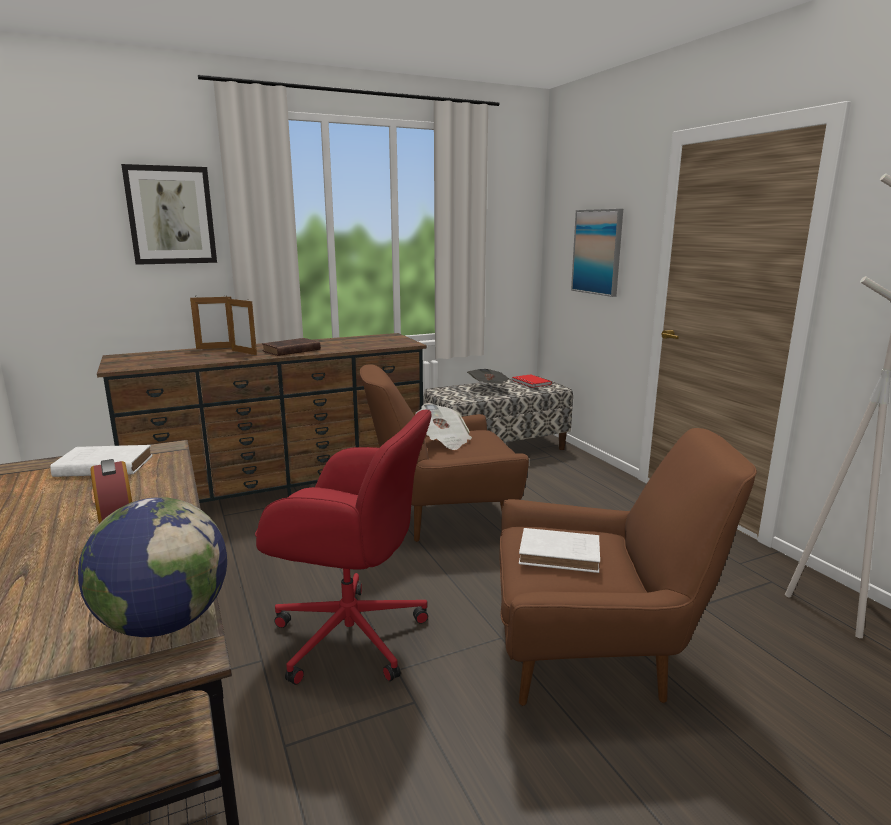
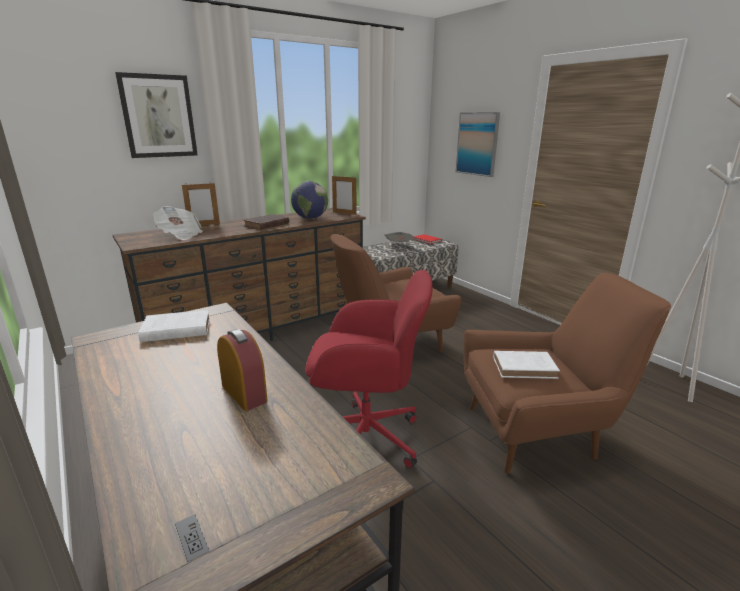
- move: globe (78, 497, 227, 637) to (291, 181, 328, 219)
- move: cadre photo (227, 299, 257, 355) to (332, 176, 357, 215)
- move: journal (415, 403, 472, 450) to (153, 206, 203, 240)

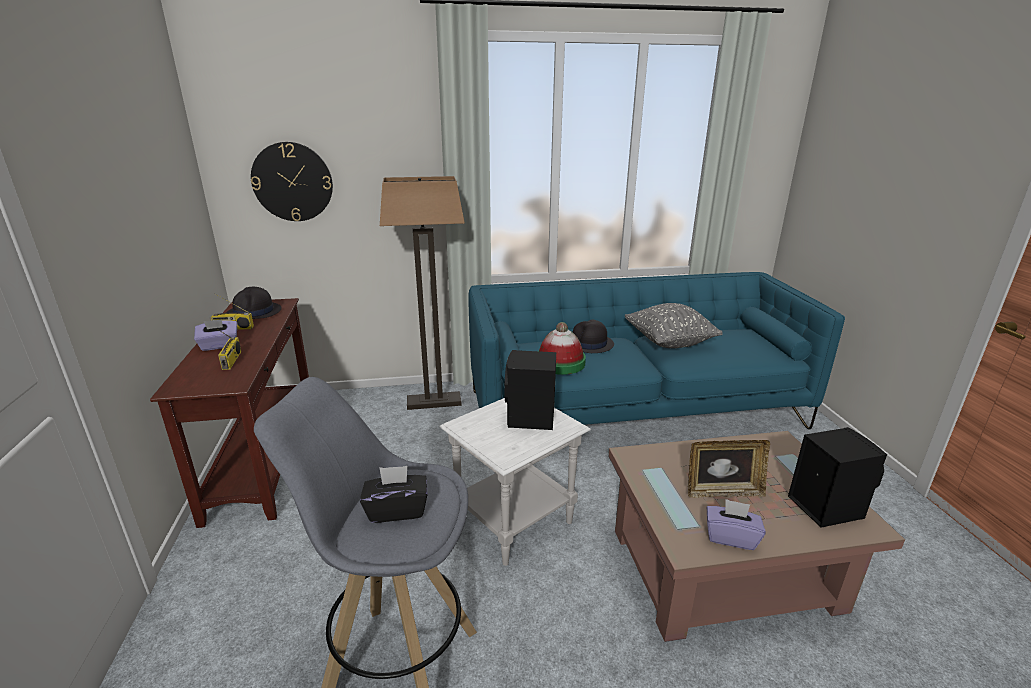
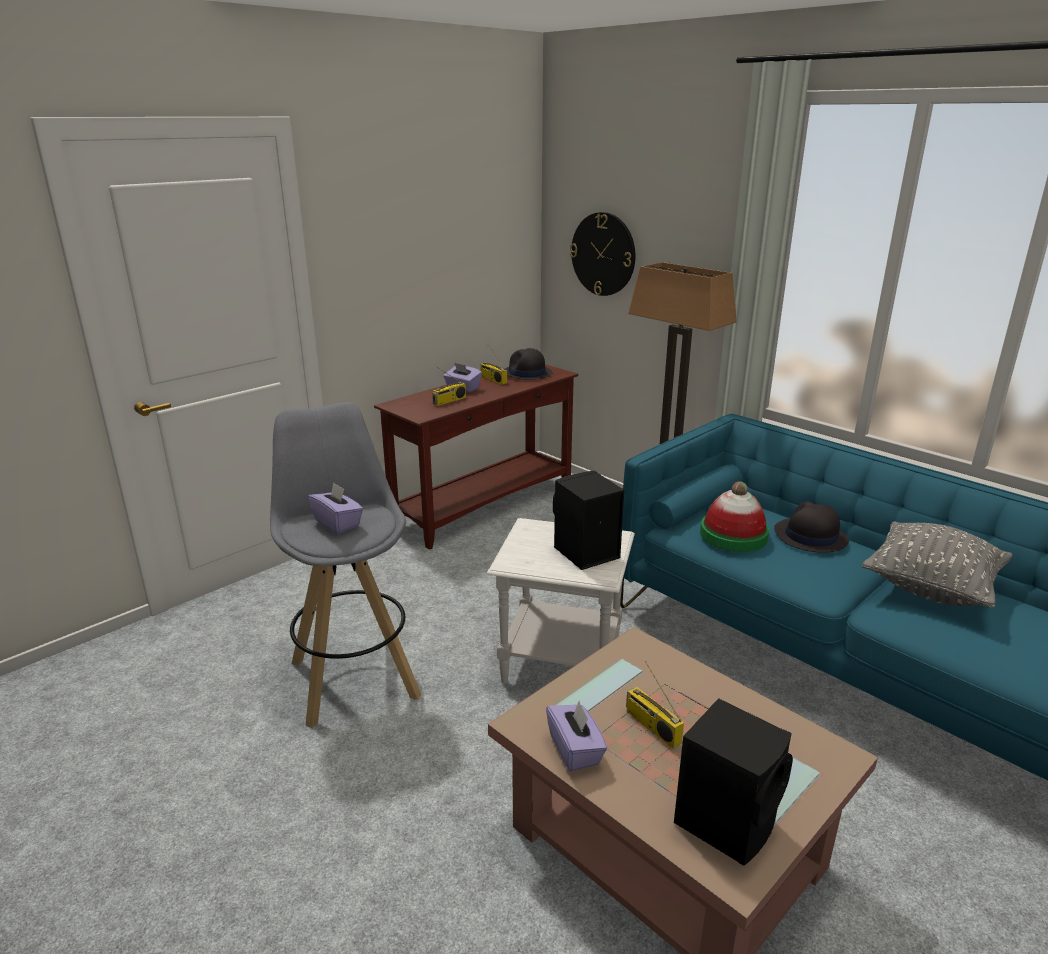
- replace: cadre photo (688, 440, 770, 498) to radio (626, 661, 684, 749)
- recolor: boîte à mouchoirs [noir] (360, 466, 427, 523) to boîte à mouchoirs [violet] (308, 482, 363, 534)

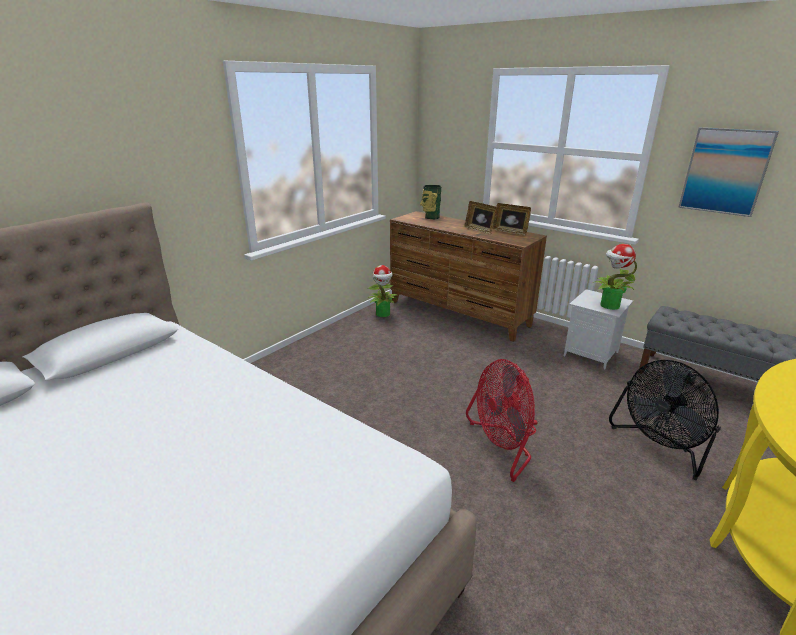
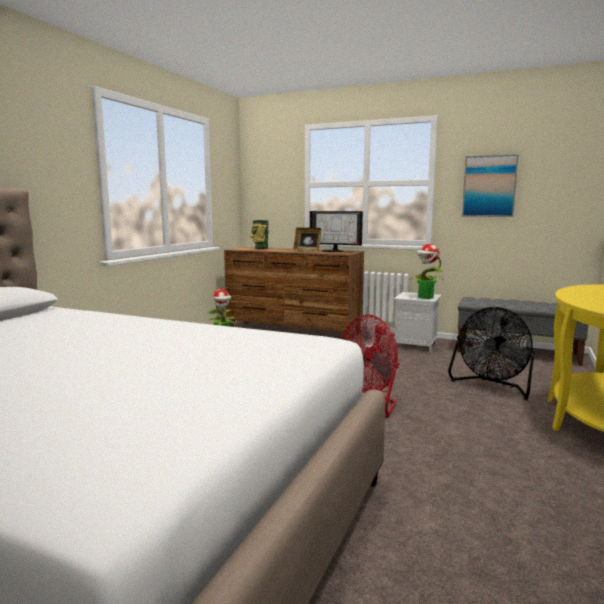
- replace: cadre photo (493, 203, 531, 236) to écran d'ordinateur (310, 211, 363, 252)

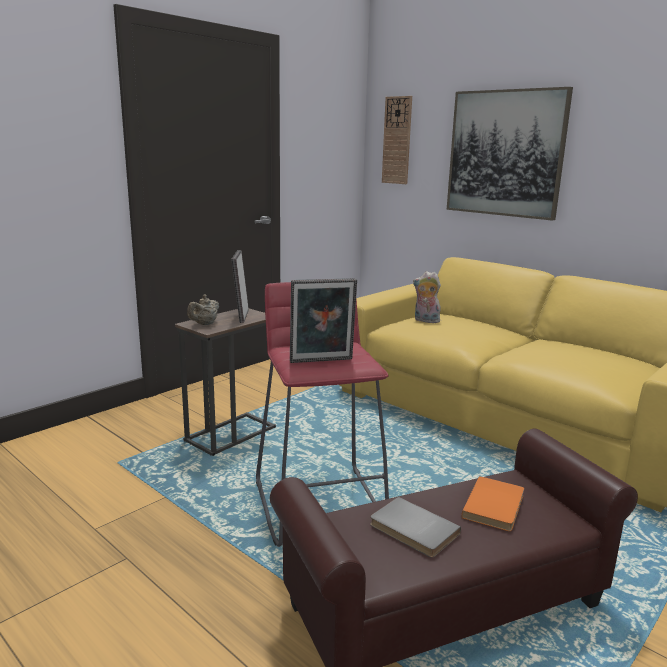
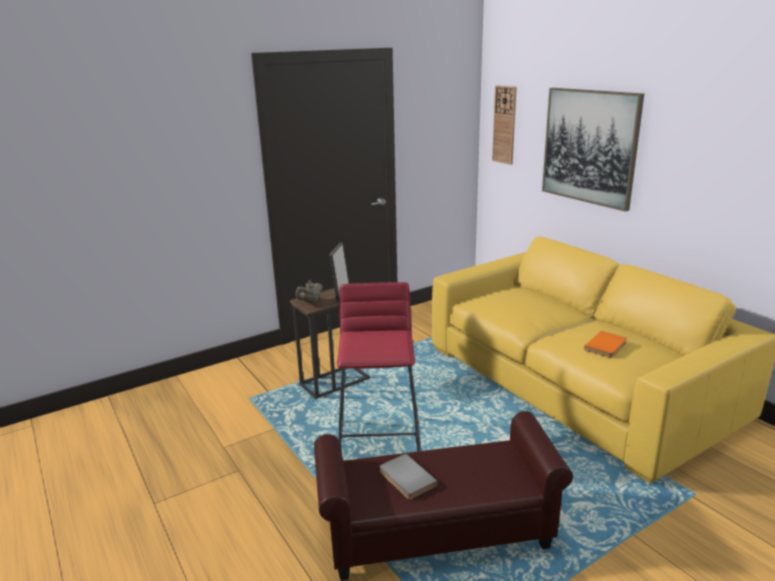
- delete: cadre photo (290, 278, 357, 363)
- delete: peluche (413, 271, 441, 323)
- move: livre [orange] (462, 476, 524, 531) to (584, 331, 627, 358)

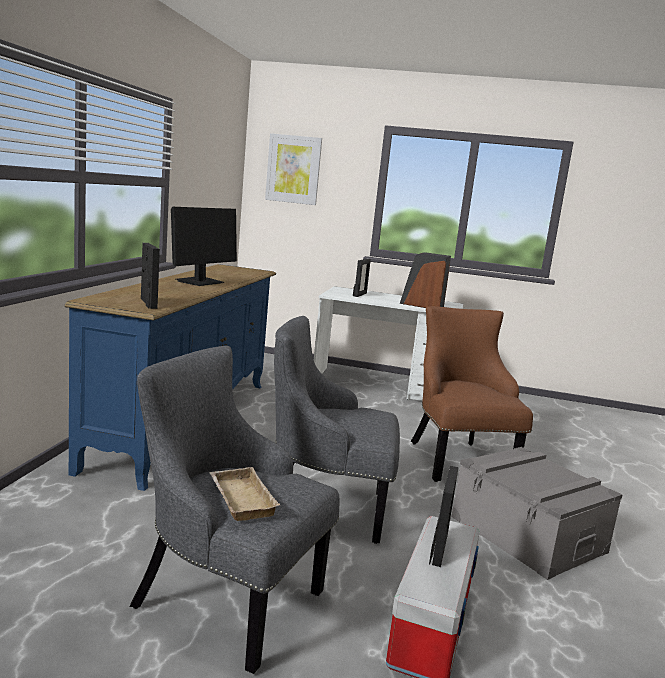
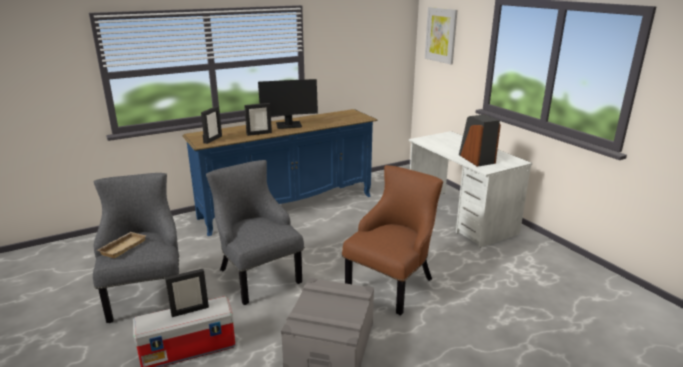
- move: cadre photo (353, 259, 371, 297) to (244, 103, 272, 136)

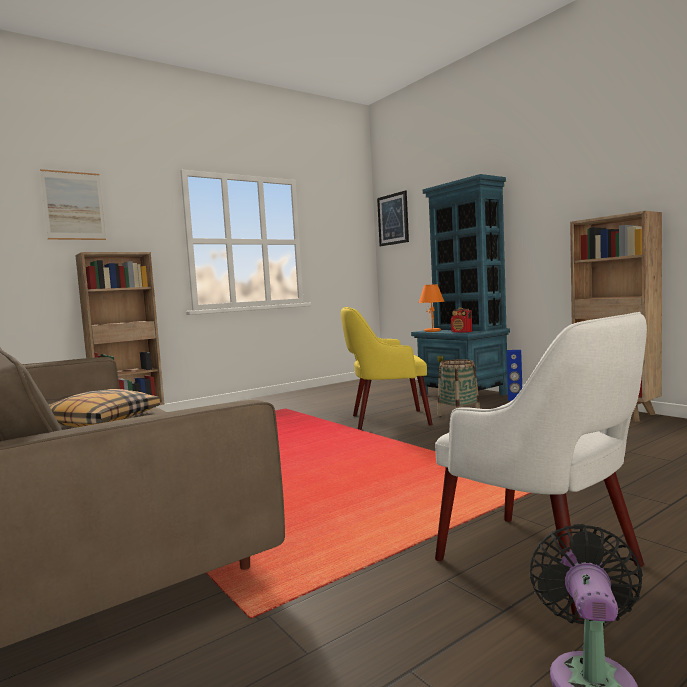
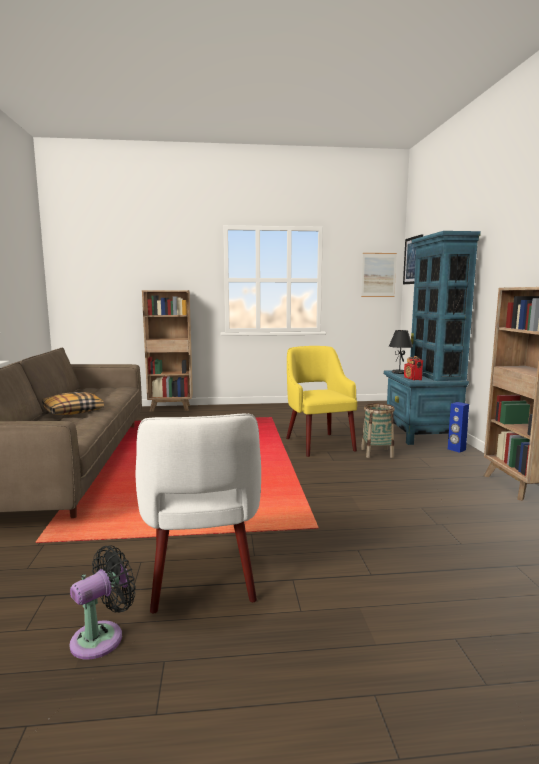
- move: tableau (40, 169, 106, 240) to (361, 253, 397, 297)
- recolor: lampe de table [orange] (419, 284, 445, 332) to lampe de table [noir] (389, 330, 413, 374)
- rotate: fauteuil [jaune] (341, 307, 433, 430) = (286, 346, 357, 457) 45 degrees clockwise

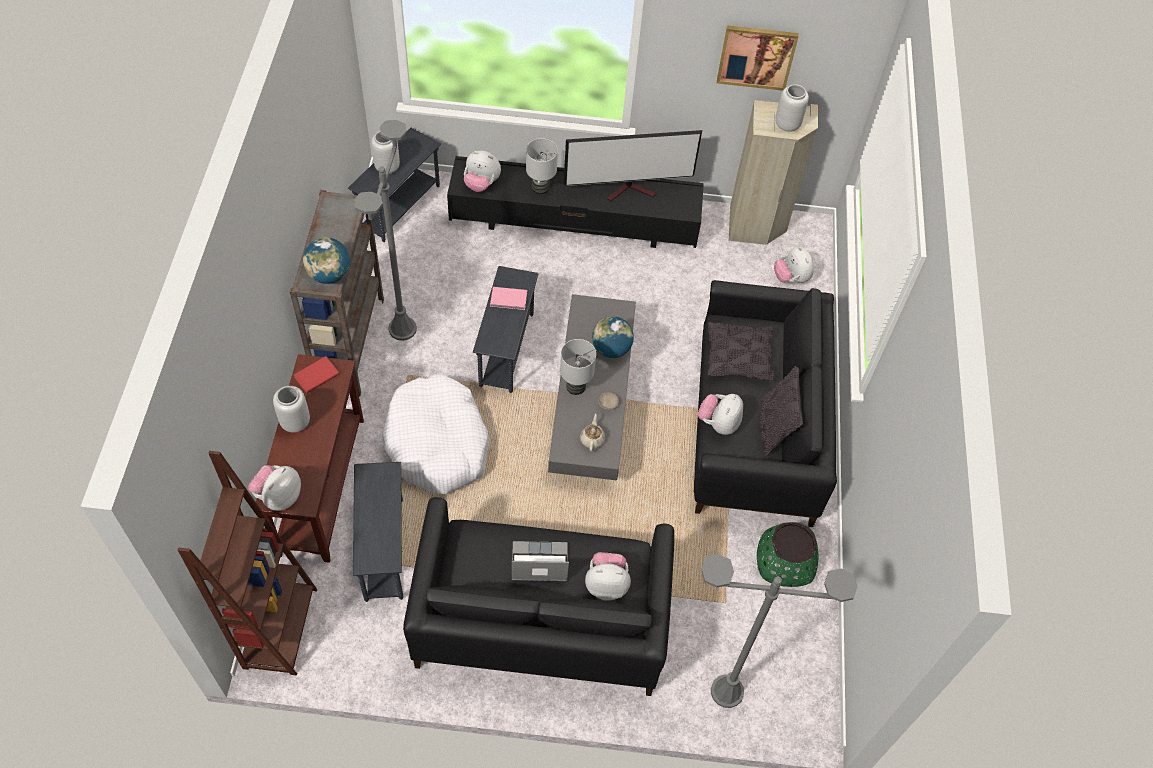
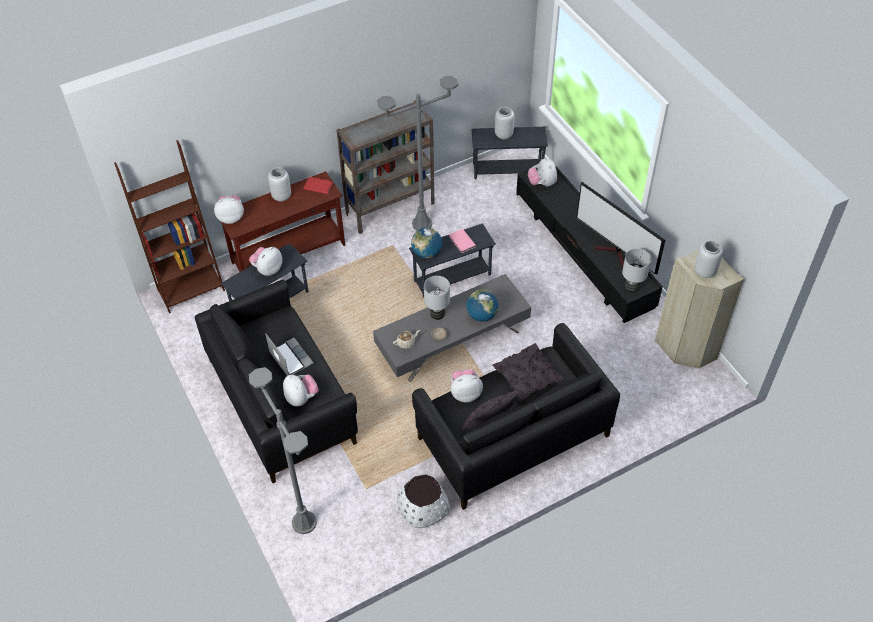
- delete: panier pour chien [blanc] (382, 374, 490, 494)
- delete: tableau (717, 25, 799, 91)
- move: globe (303, 237, 350, 284) to (411, 227, 442, 259)
- move: lampe de table [gris] (526, 138, 558, 194) to (622, 248, 651, 292)
- move: peluche (774, 247, 814, 283) to (249, 247, 282, 276)
- recolor: cache-pot [vert] (757, 522, 818, 587) to cache-pot [blanc] (397, 474, 450, 528)

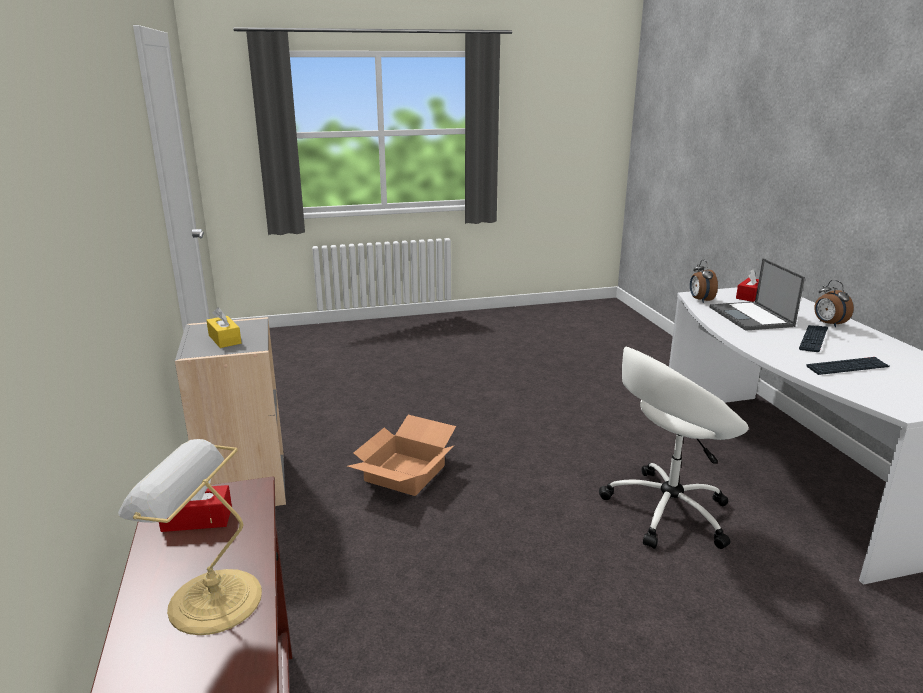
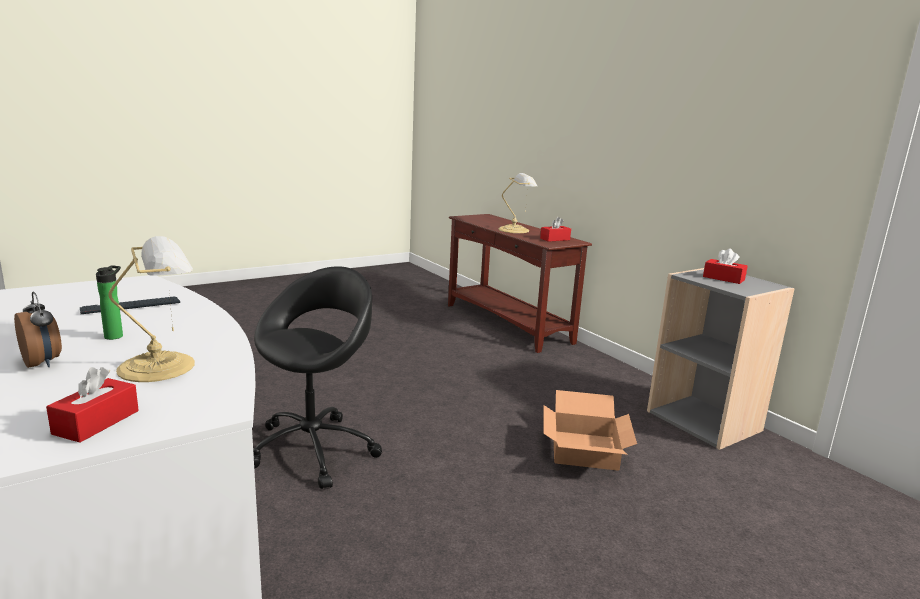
- delete: réveil (690, 259, 718, 303)
- replace: ordinateur portable (710, 258, 805, 331) to lampe de table (108, 236, 195, 382)
- replace: clavier (799, 325, 828, 352) to bouteille (96, 265, 123, 340)
- recolor: boîte à mouchoirs [jaune] (206, 307, 241, 348) to boîte à mouchoirs [rouge] (703, 248, 748, 284)
- recolor: chaise de bureau [blanc] (599, 347, 749, 549) to chaise de bureau [noir] (253, 266, 382, 489)

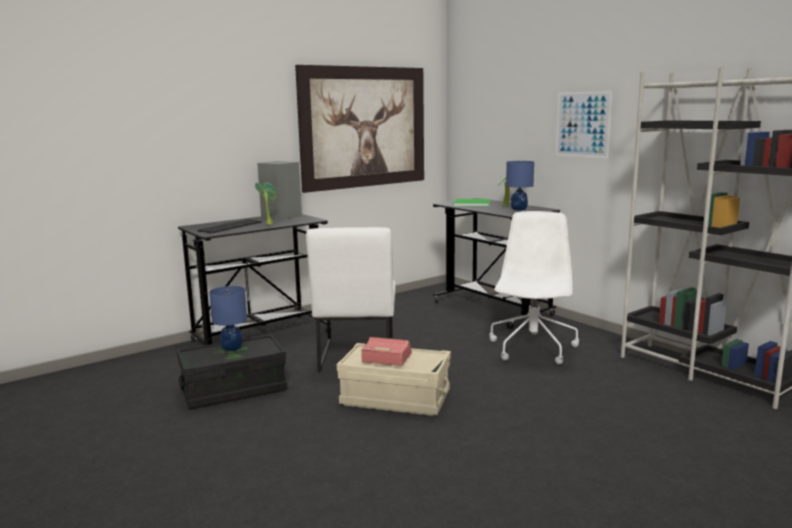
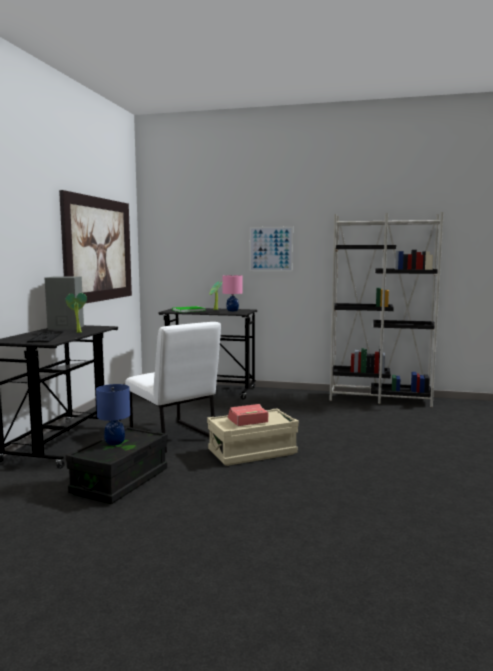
- delete: chaise de bureau [blanc] (489, 211, 579, 365)
- recolor: lampe de table [bleu] (506, 161, 534, 211) to lampe de table [rose] (222, 275, 243, 312)

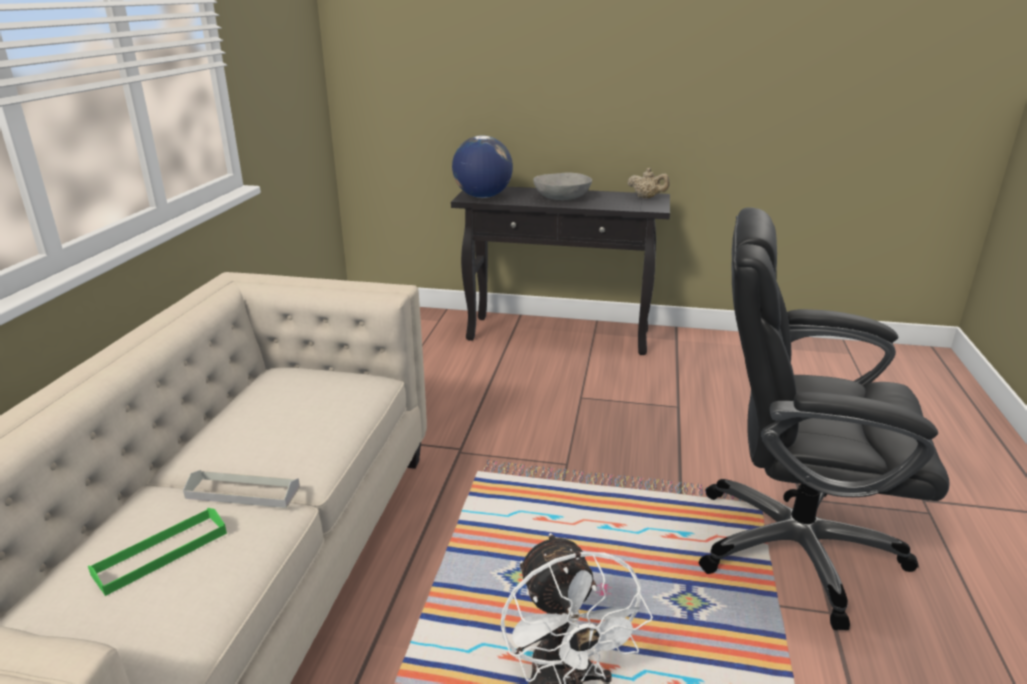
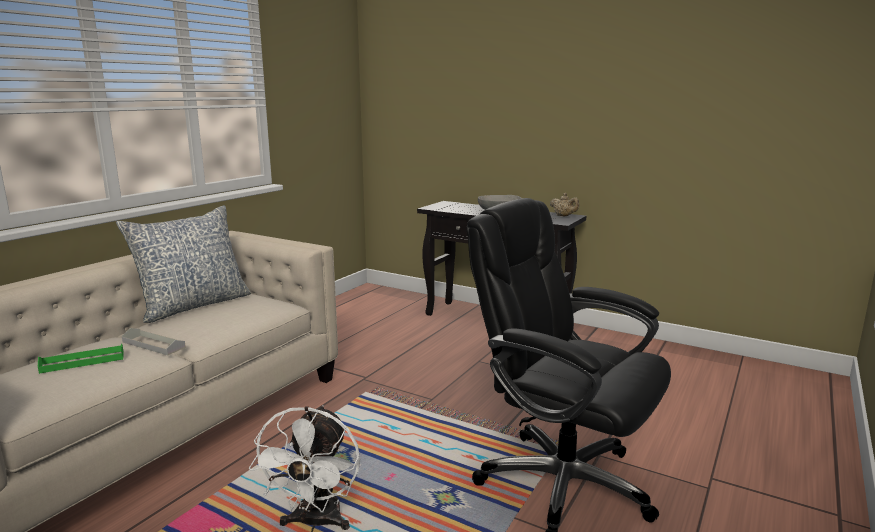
- delete: globe (452, 135, 513, 198)
- insert: coussin (116, 205, 251, 323)

